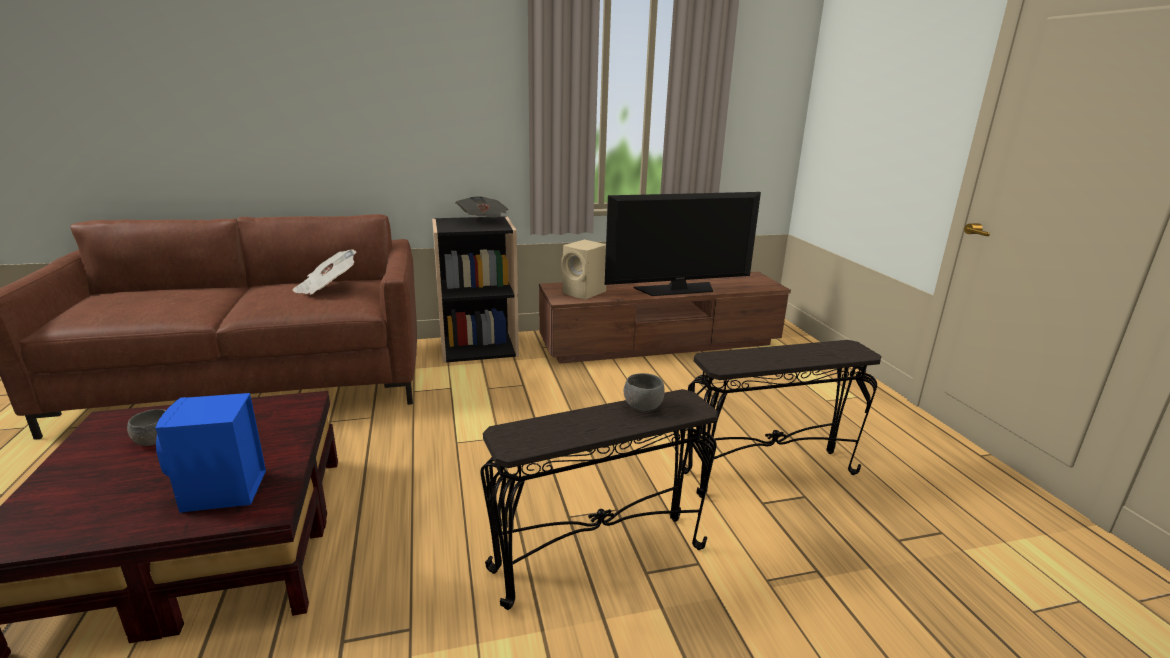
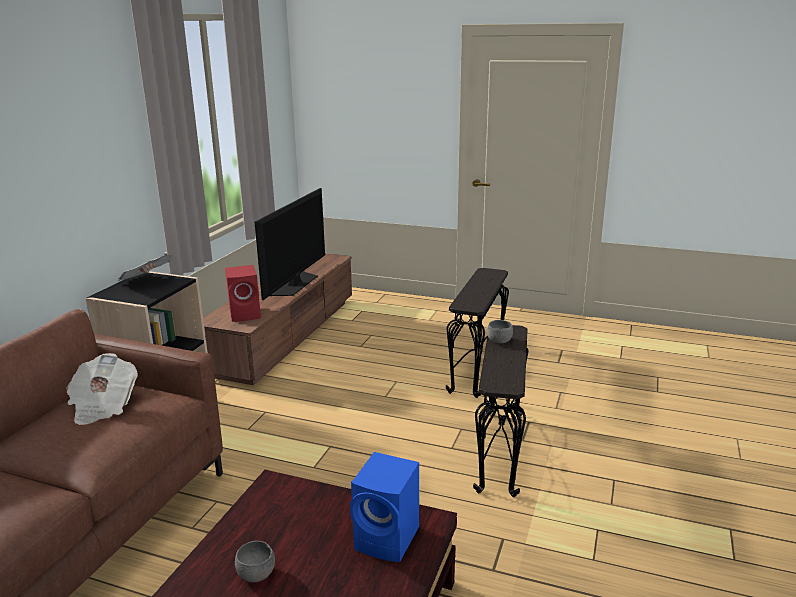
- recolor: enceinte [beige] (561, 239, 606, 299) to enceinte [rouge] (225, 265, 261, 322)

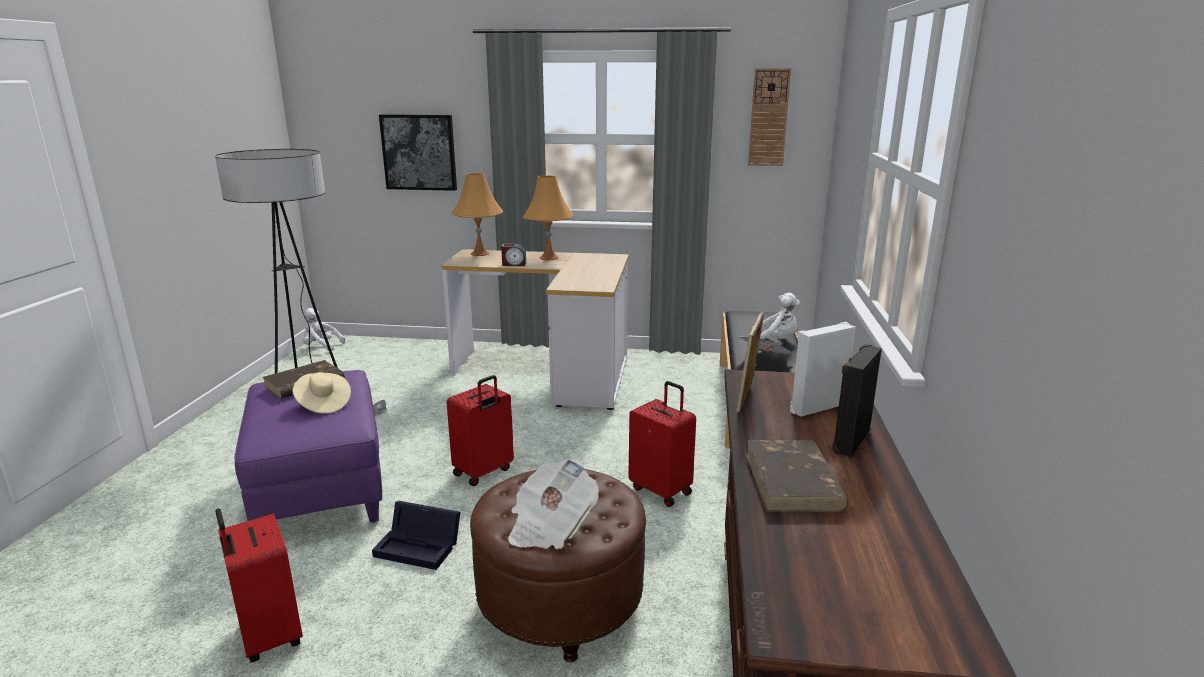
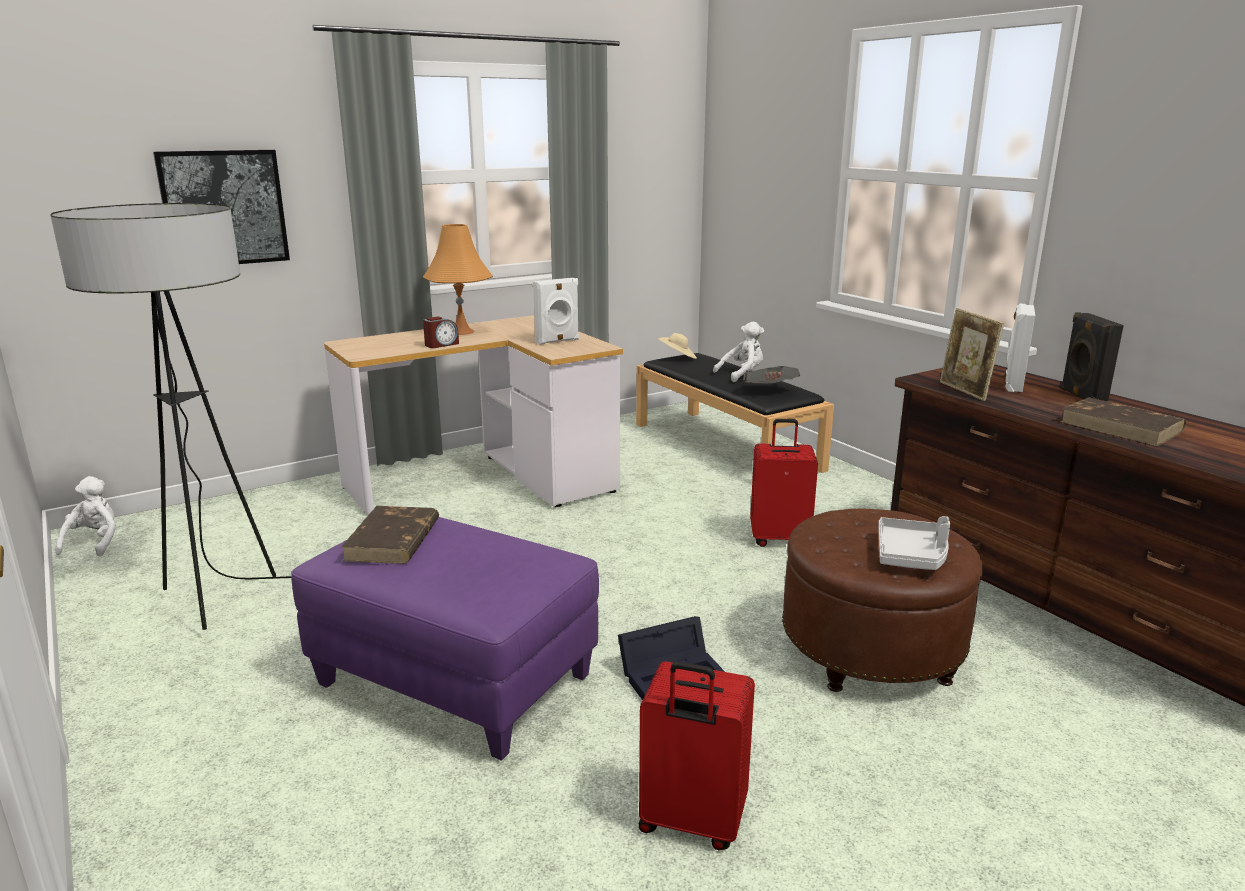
- delete: valise [rouge] (446, 375, 514, 486)
- delete: lampe de table [orange] (451, 173, 504, 256)
- delete: horloge murale (748, 68, 791, 166)
- insert: enceinte [blanc] (533, 278, 579, 345)
- move: chapeau [beige] (293, 372, 351, 414) to (658, 333, 697, 359)
- replace: journal (508, 459, 599, 549) to plateau [gris] (878, 516, 950, 570)
- rotate: peluche [blanc] (303, 308, 345, 351) = (55, 476, 116, 557) 120 degrees clockwise

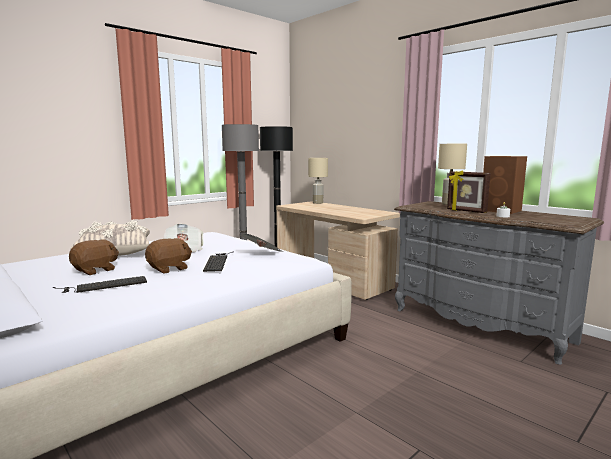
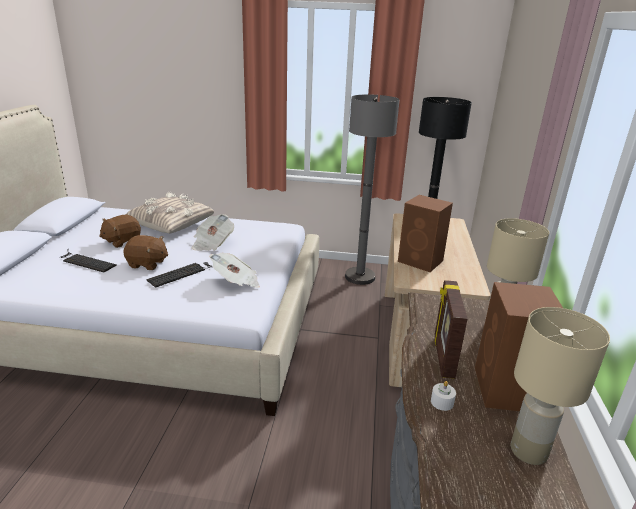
- insert: enceinte [marron] (398, 195, 453, 272)
- move: lampe de table [beige] (308, 158, 328, 204) to (511, 307, 610, 465)
- rotate: peluche [marron] (69, 239, 119, 275) = (99, 214, 141, 248) 135 degrees clockwise

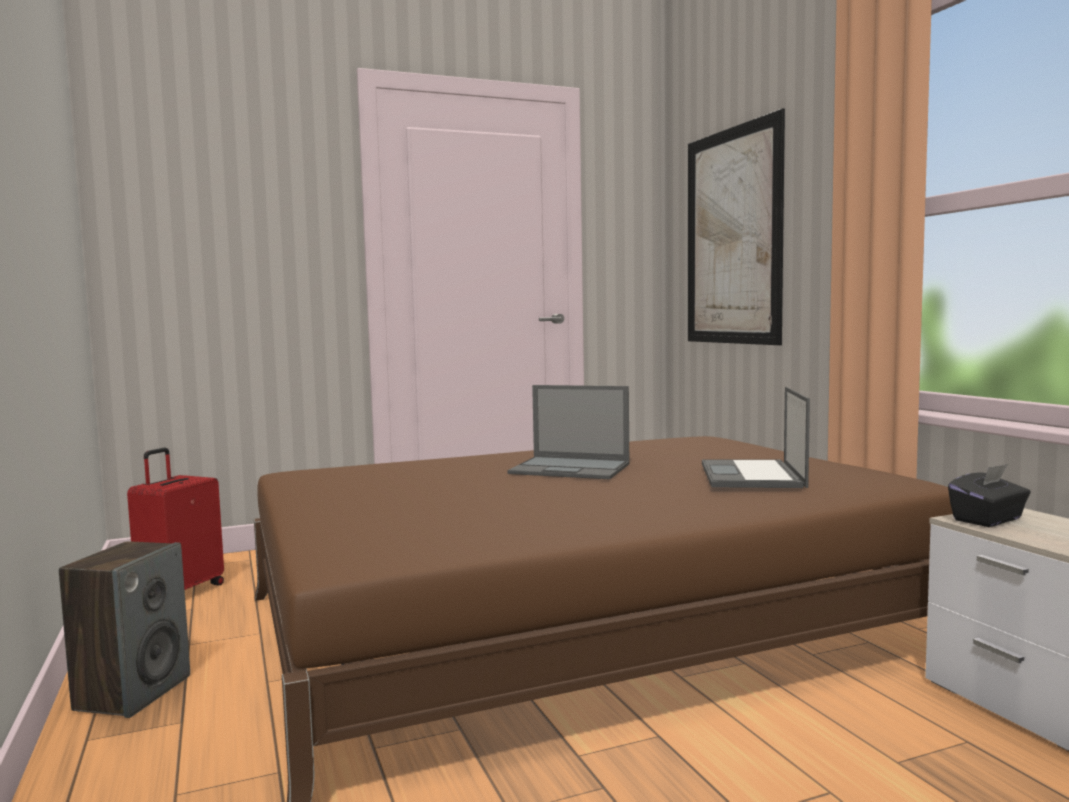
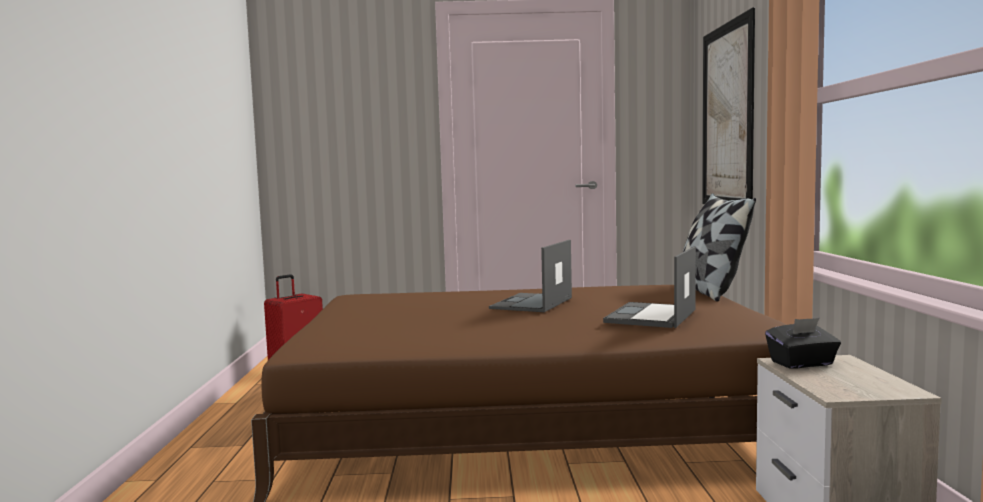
- delete: enceinte (59, 541, 190, 718)
- insert: coussin (683, 193, 756, 302)
- rotate: ordinateur portable (508, 385, 630, 479) = (489, 240, 572, 312) 75 degrees clockwise

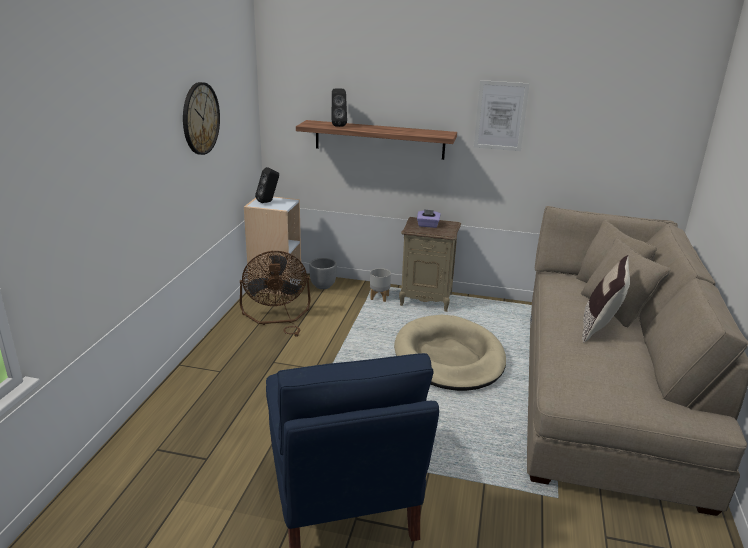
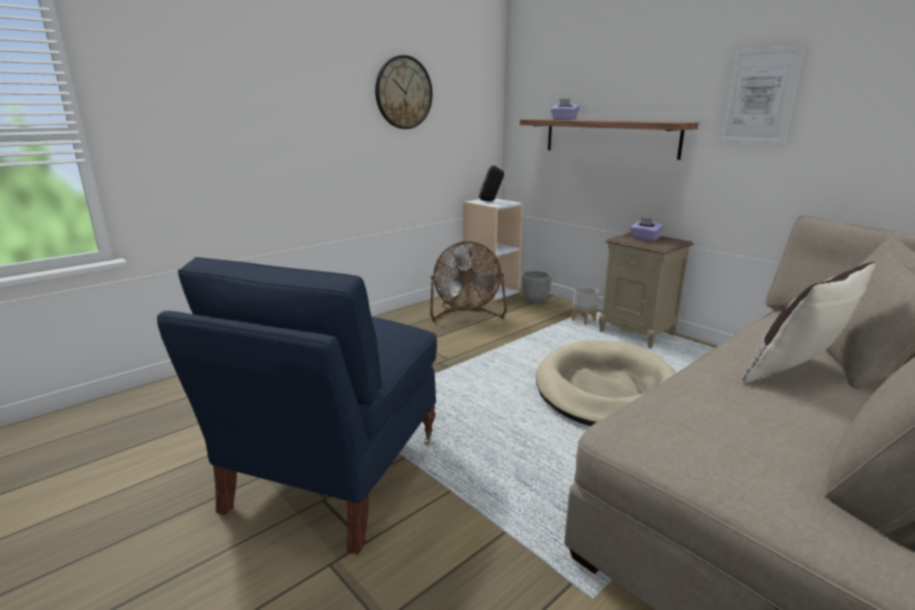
- replace: enceinte [noir] (332, 88, 347, 127) to boîte à mouchoirs [violet] (551, 99, 580, 120)
- rotate: ventilateur [marron] (240, 251, 311, 336) = (430, 241, 507, 322) 150 degrees clockwise

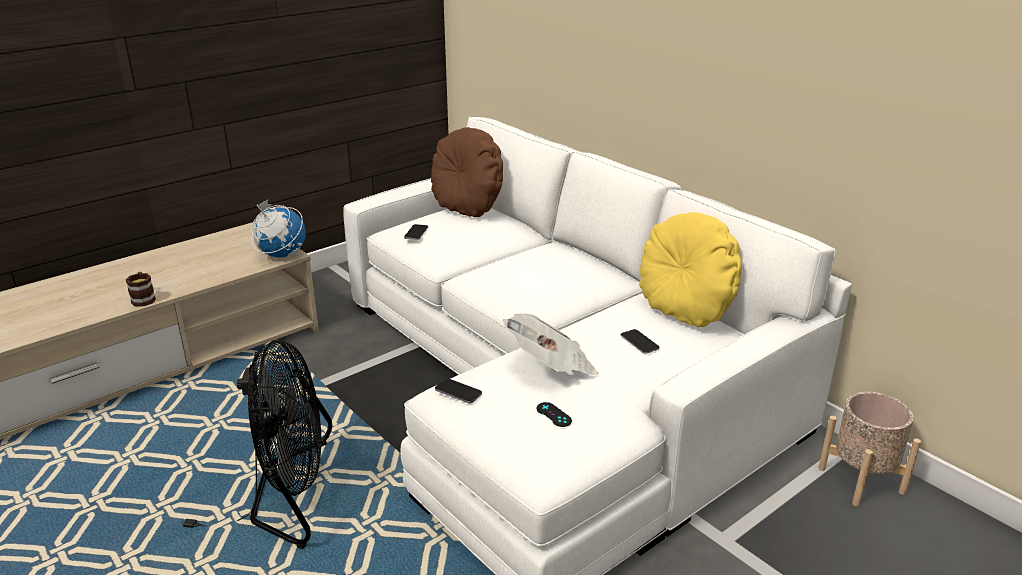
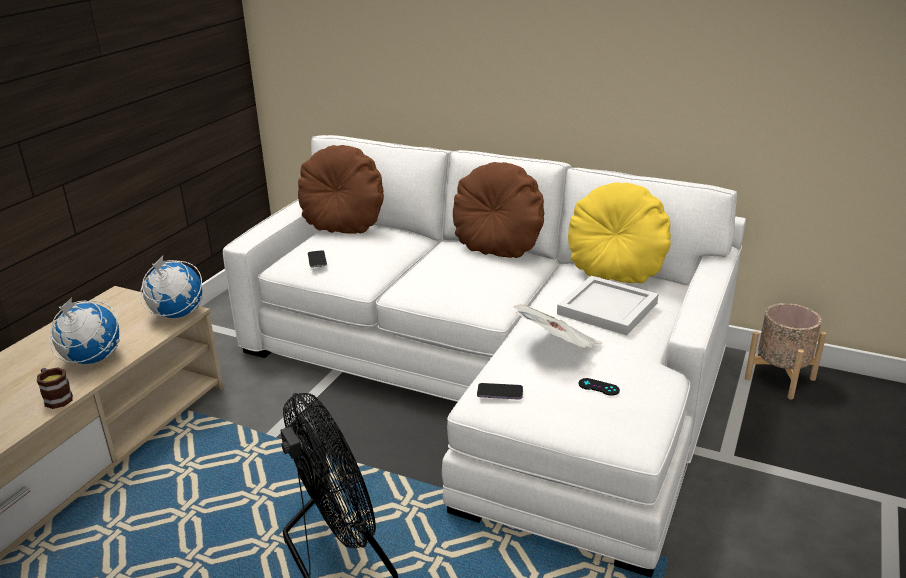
- insert: globe (49, 297, 120, 364)
- insert: coussin [marron] (453, 162, 544, 258)
- replace: téléphone (621, 329, 660, 354) to plateau [blanc] (557, 276, 658, 336)

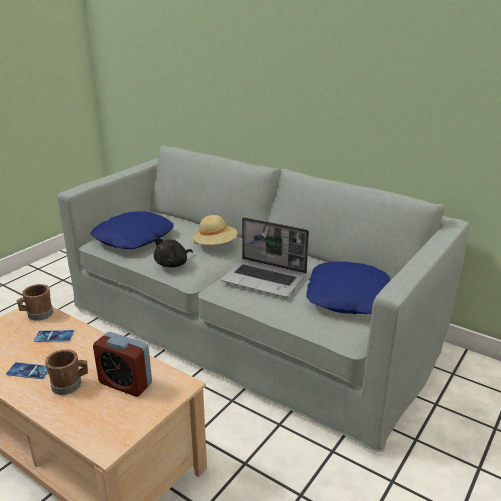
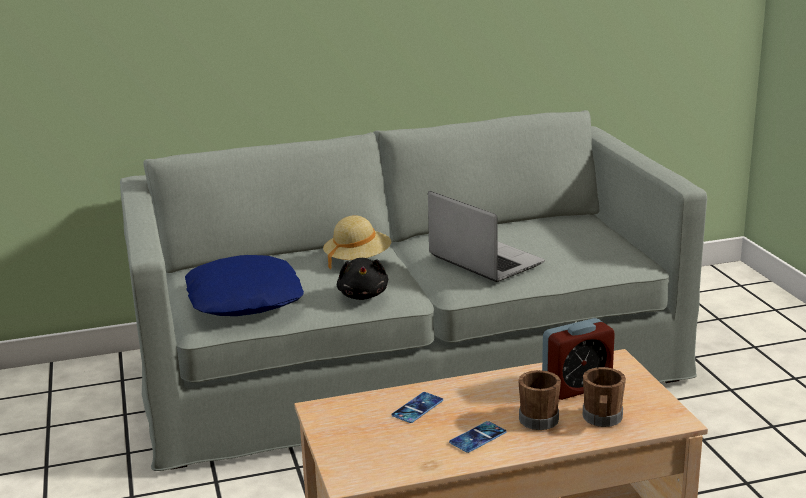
- delete: coussin [bleu] (306, 262, 390, 314)
- move: mug [marron] (17, 284, 53, 321) to (583, 367, 626, 427)
- rotate: ordinateur portable (220, 217, 309, 297) = (428, 191, 545, 282) 105 degrees counterclockwise

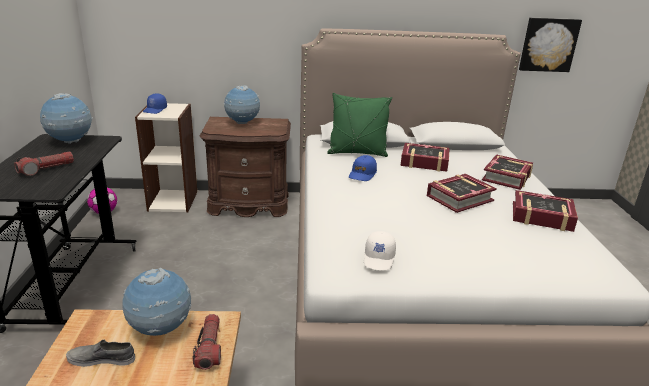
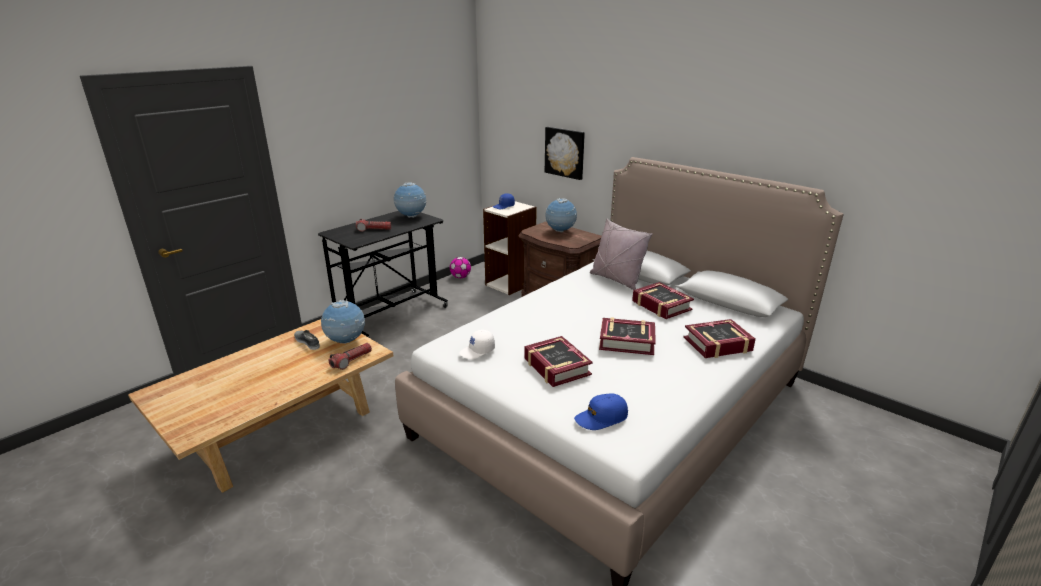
- move: casquette [bleu] (349, 155, 377, 181) to (574, 393, 628, 430)
- move: livre (513, 190, 578, 232) to (525, 336, 593, 387)
- move: tableau (519, 17, 582, 72) to (545, 127, 585, 180)
- recolor: coussin [vert] (327, 93, 392, 157) to coussin [violet] (590, 219, 653, 290)

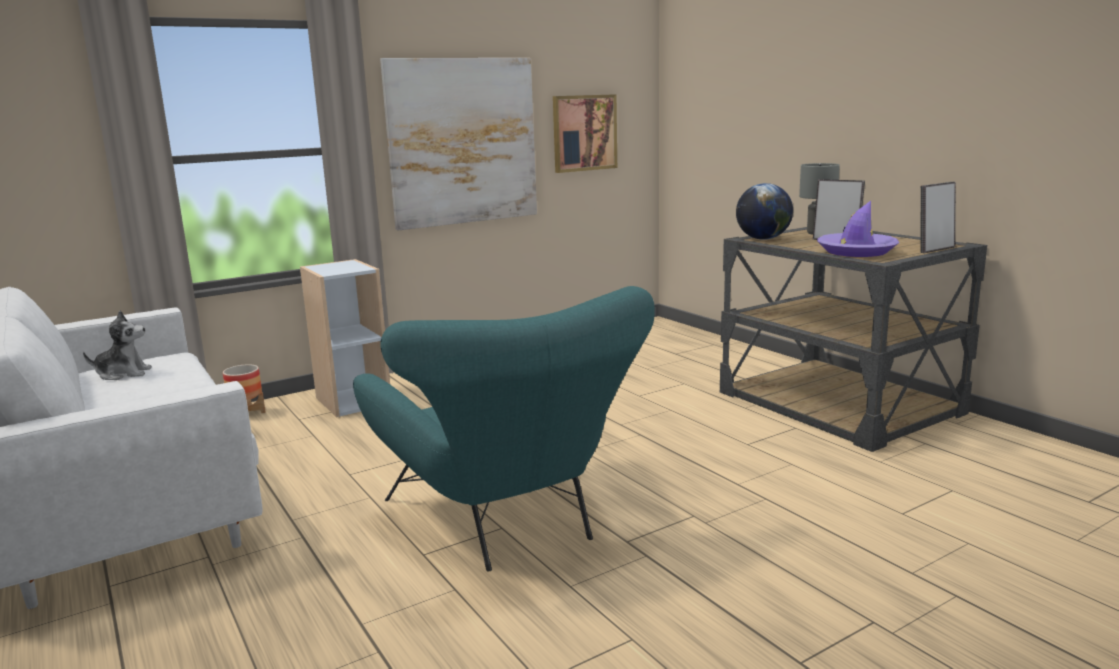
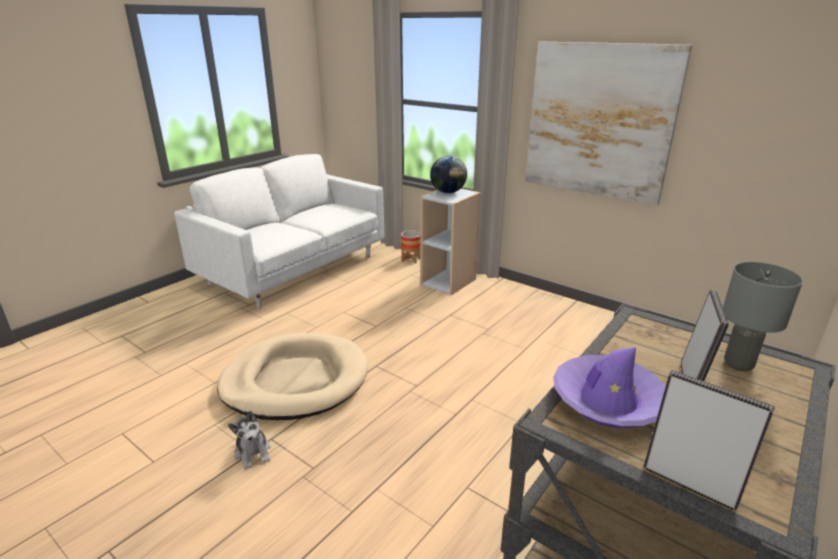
- delete: tableau (553, 94, 617, 173)
- move: peluche (83, 311, 152, 380) to (228, 411, 271, 470)
- move: globe (736, 183, 793, 240) to (430, 156, 467, 193)
- replace: fauteuil [turquoise] (353, 286, 655, 571) to panier pour chien [beige] (217, 333, 368, 420)

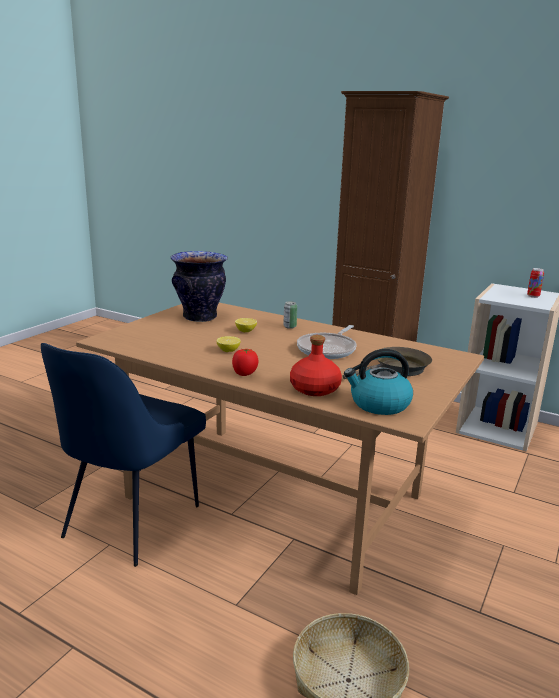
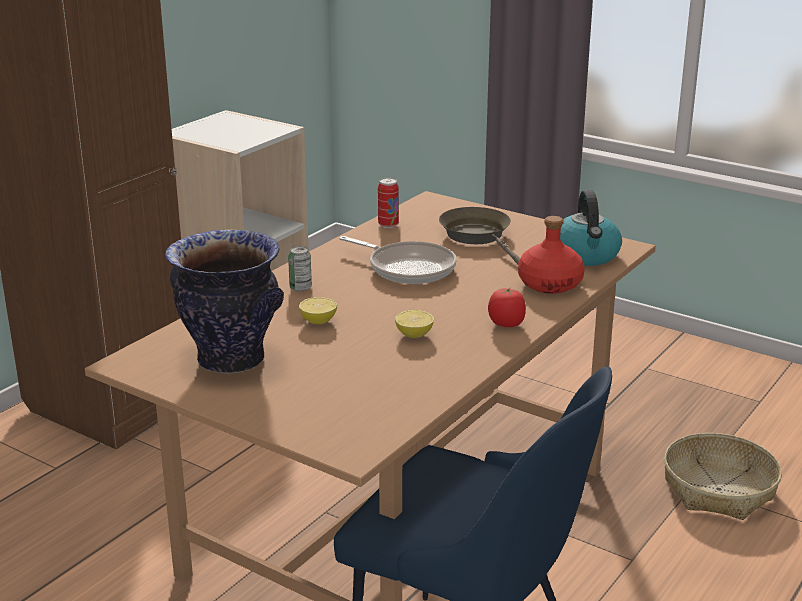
- move: boîte métallique (527, 268, 544, 298) to (378, 178, 399, 228)

